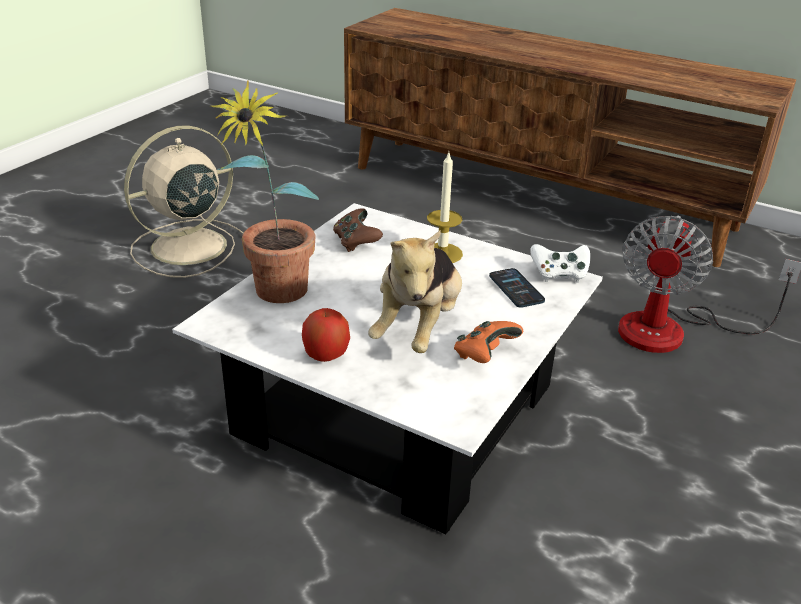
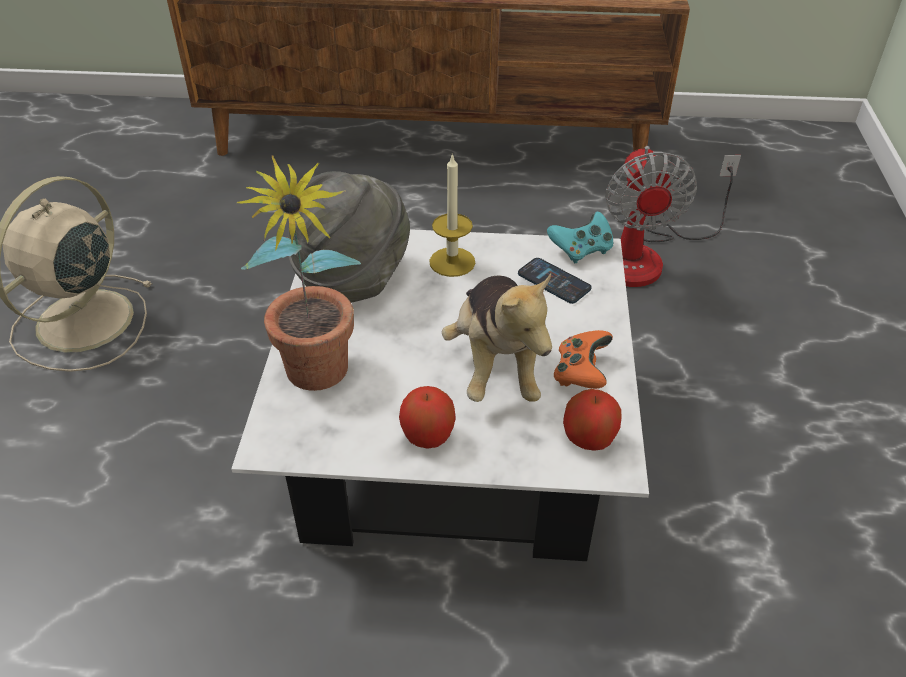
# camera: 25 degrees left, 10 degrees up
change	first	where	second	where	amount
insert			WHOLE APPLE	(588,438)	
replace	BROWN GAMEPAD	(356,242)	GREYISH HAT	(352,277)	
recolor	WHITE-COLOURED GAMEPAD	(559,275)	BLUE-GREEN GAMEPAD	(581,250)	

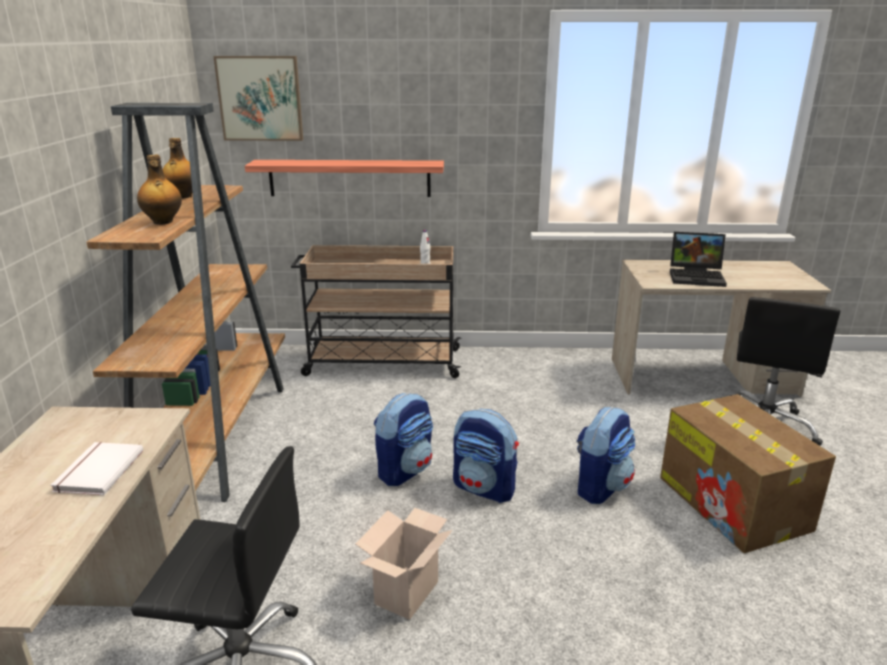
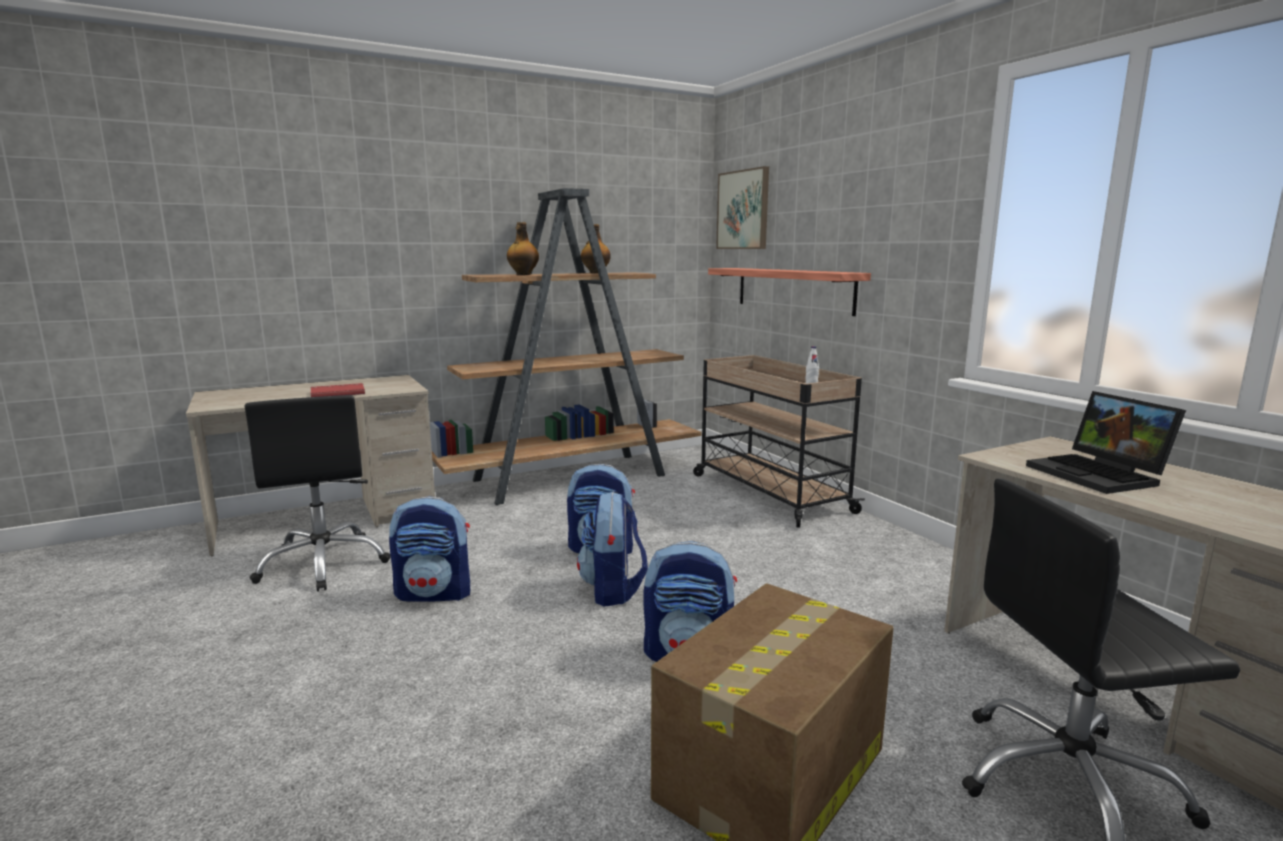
# camera: 60 degrees right, 10 degrees down
change	first	where	second	where	amount
replace	PACKING BOX	(406,590)	BACKPACK	(435,593)	
recolor	WHITE-COLOURED BOUND BOOK	(97,471)	RED-COLOURED BOUND BOOK	(337,393)	

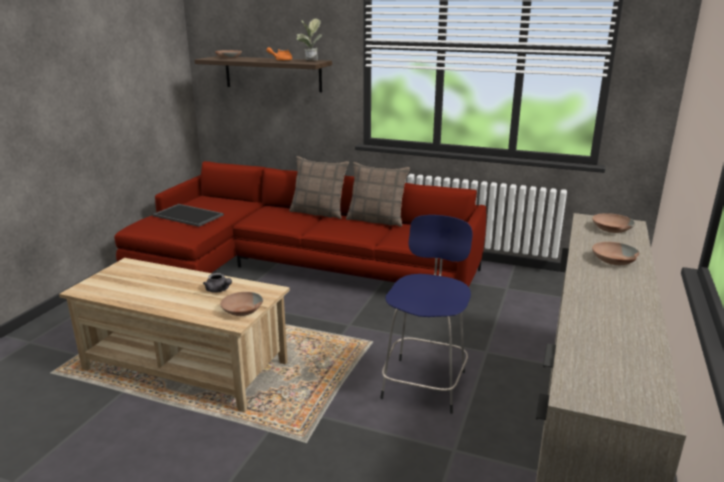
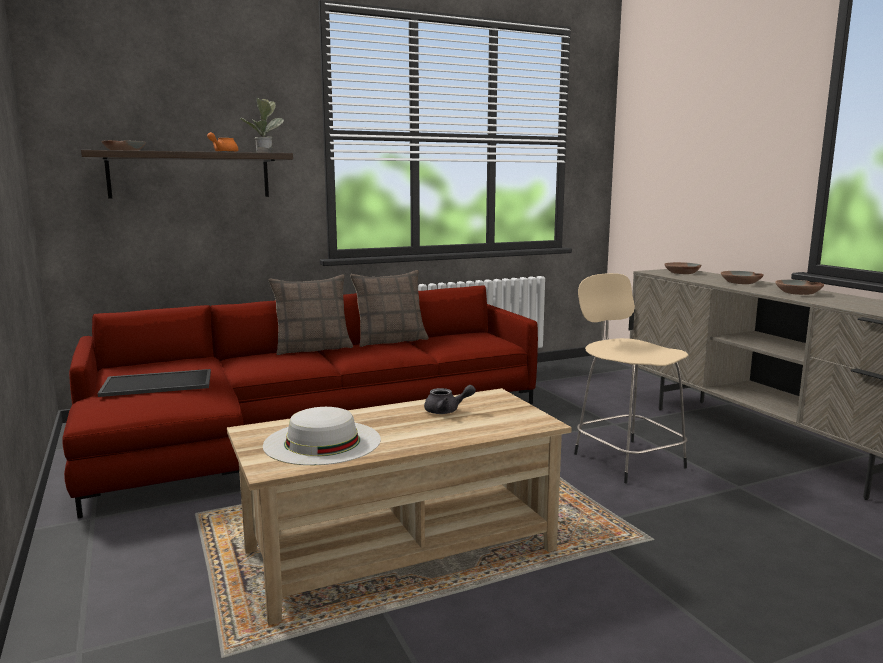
# camera: 45 degrees left, 10 degrees down
change	first	where	second	where	amount
insert			WHITE-COLOURED HAT	(322,442)	
move	BROWN SERVING BOWL	(241,310)		(798,293)	
recolor	BLUE-COLOURED STOOL SEAT	(425,382)	BEIGE STOOL SEAT	(626,459)	

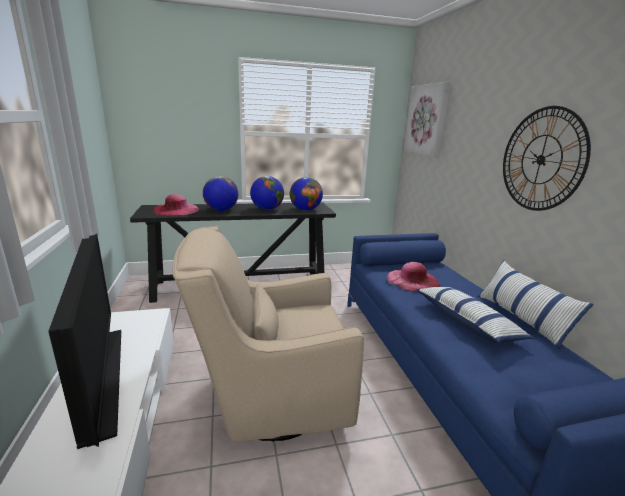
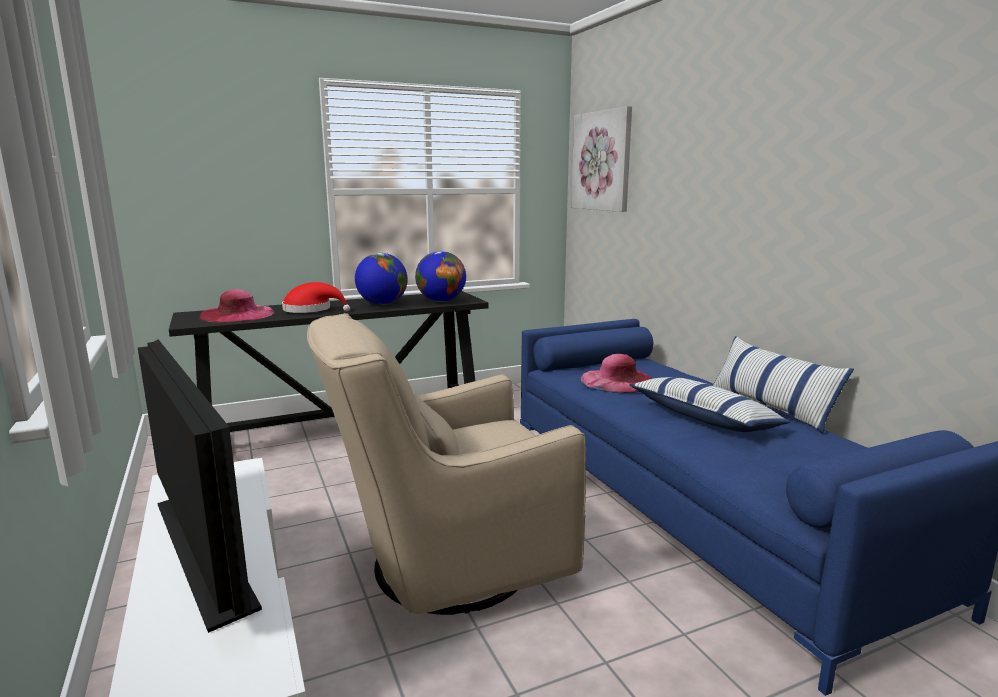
# camera: 10 degrees left, 5 degrees down
change	first	where	second	where	amount
delete	HANGING CLOCK	(541,159)			
replace	DESK GLOBE	(221,210)	RED-COLOURED HAT	(311,310)	

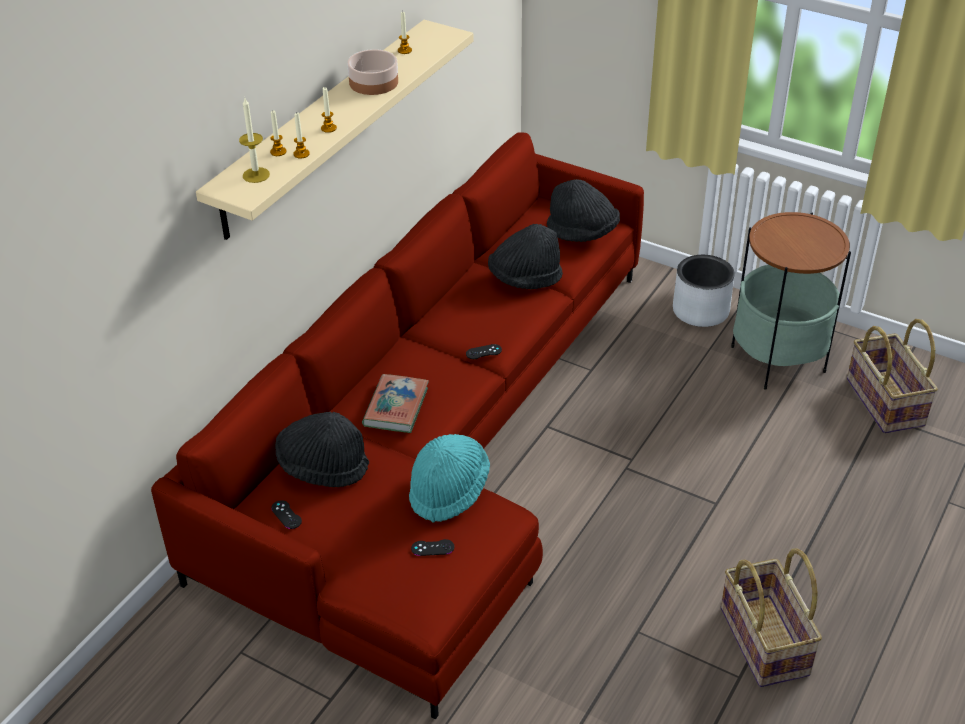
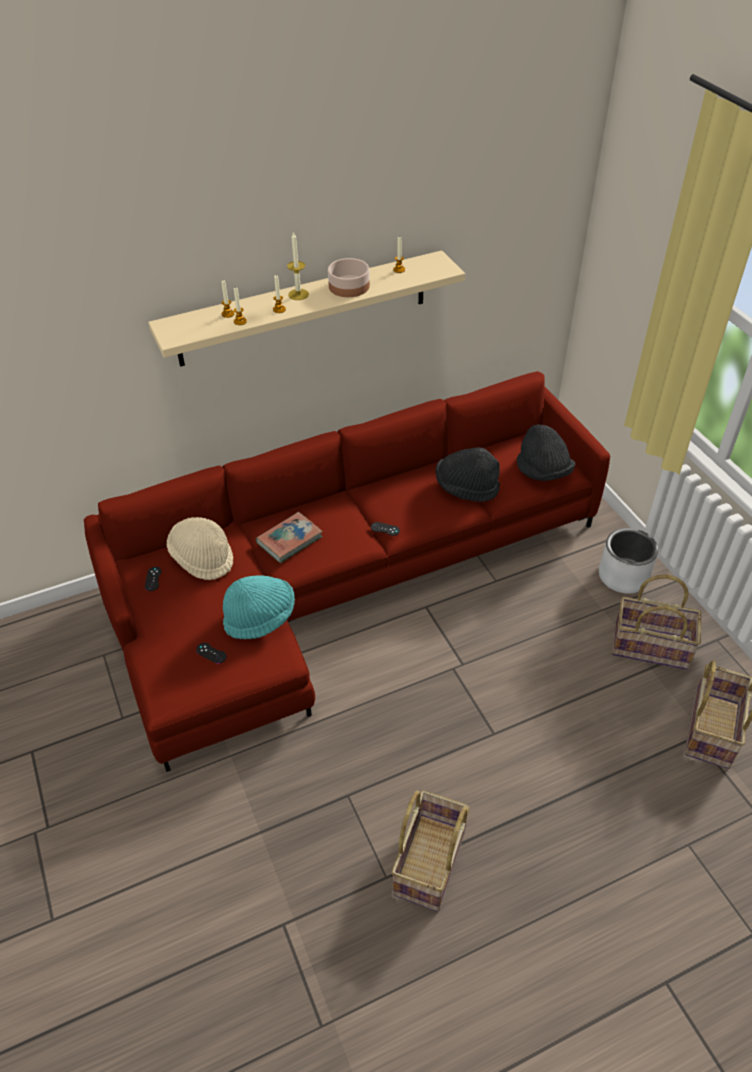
# camera: 35 degrees right, 5 degrees up
change	first	where	second	where	amount
move	WAX LIGHT	(256,175)		(298,294)	
replace	END TABLE	(778,359)	HOUSEHOLD BASKET	(651,646)	
recolor	BLACKISH HAT	(323,467)	BEIGE HAT	(203,558)	

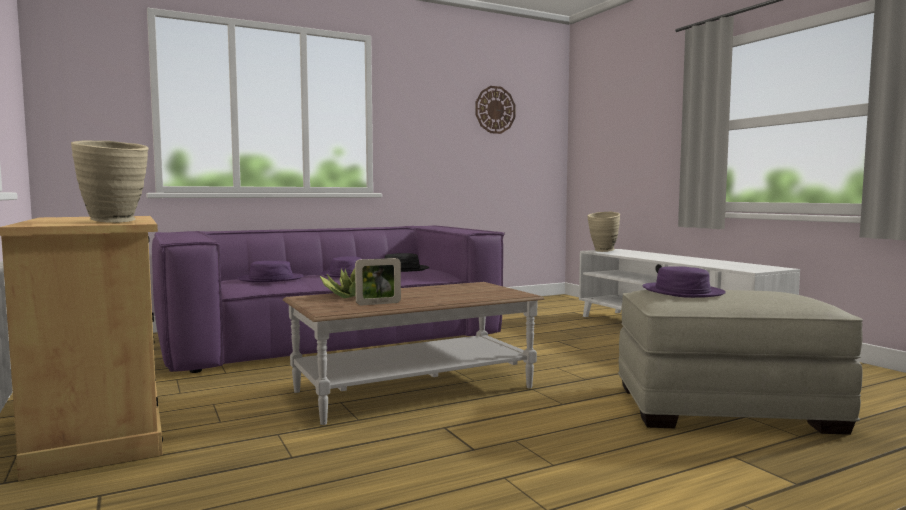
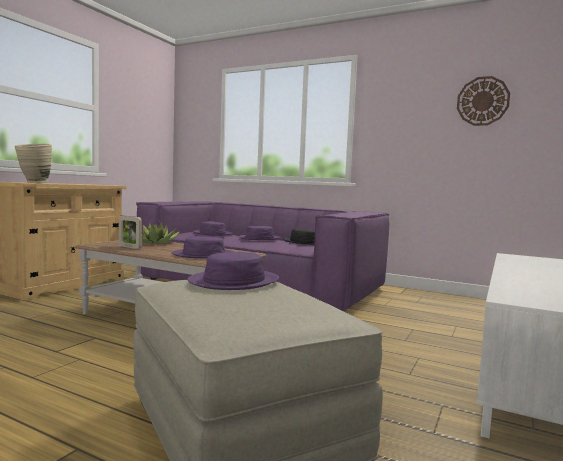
# camera: 55 degrees right, 0 degrees up
change	first	where	second	where	amount
delete	BEIGE VASE	(603,251)			
insert			PURPLISH HAT	(204,255)	

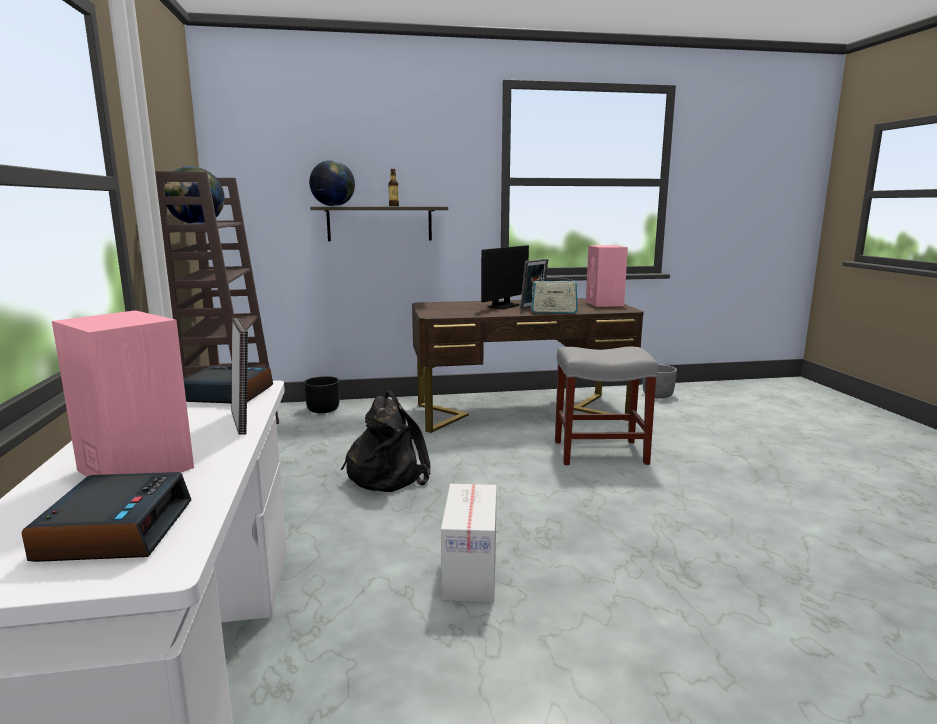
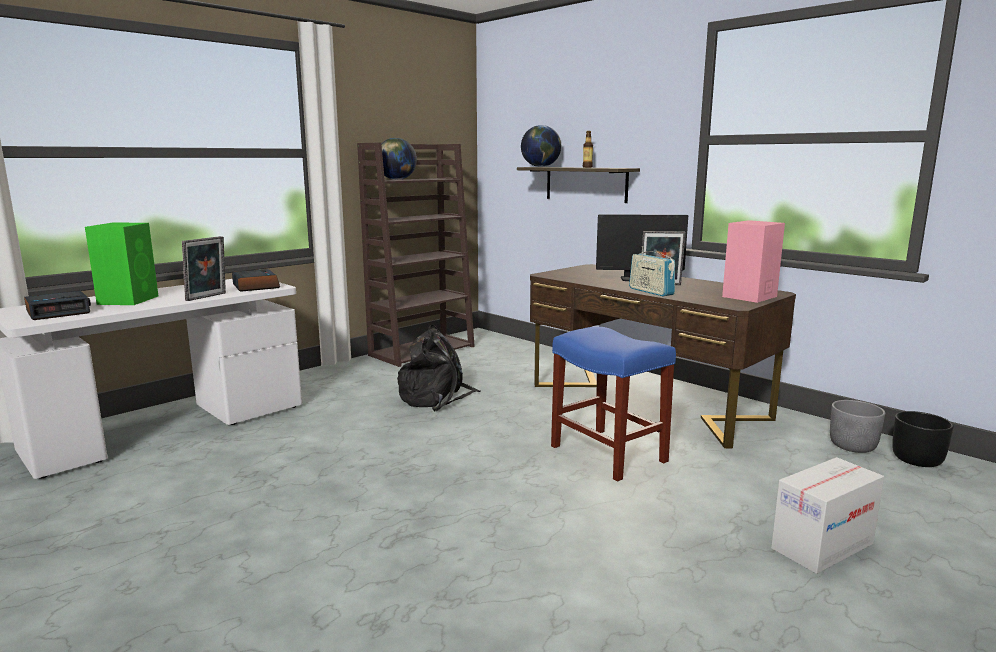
# camera: 55 degrees right, 0 degrees up
change	first	where	second	where	amount
move	BLACKISH FLOWER POT	(323,410)		(917,460)	
move	PACKING BOX	(470,572)		(822,546)	
recolor	PINK SPEAKER	(134,468)	GREEN SPEAKER	(129,300)	
recolor	GREYISH STOOL SEAT	(598,452)	BLUE-COLOURED STOOL SEAT	(606,453)	

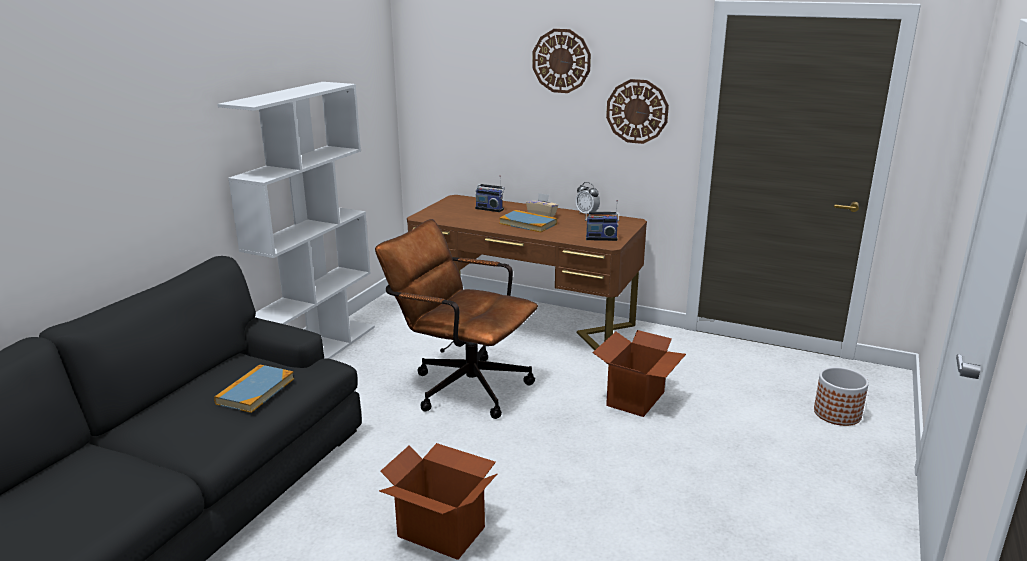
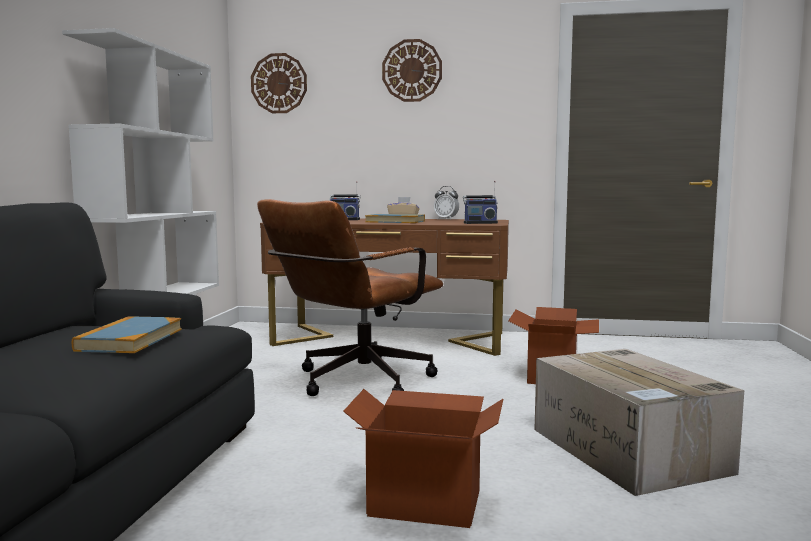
# camera: 15 degrees left, 15 degrees down
change	first	where	second	where	amount
delete	FLOWER POT	(837,414)			
insert			PACKING BOX	(630,451)	
move	HANGING CLOCK	(637,111)		(279,83)	
rotate	BROWN COMPUTER CHAIR	(461,385)		(354,383)	60 degrees counterclockwise

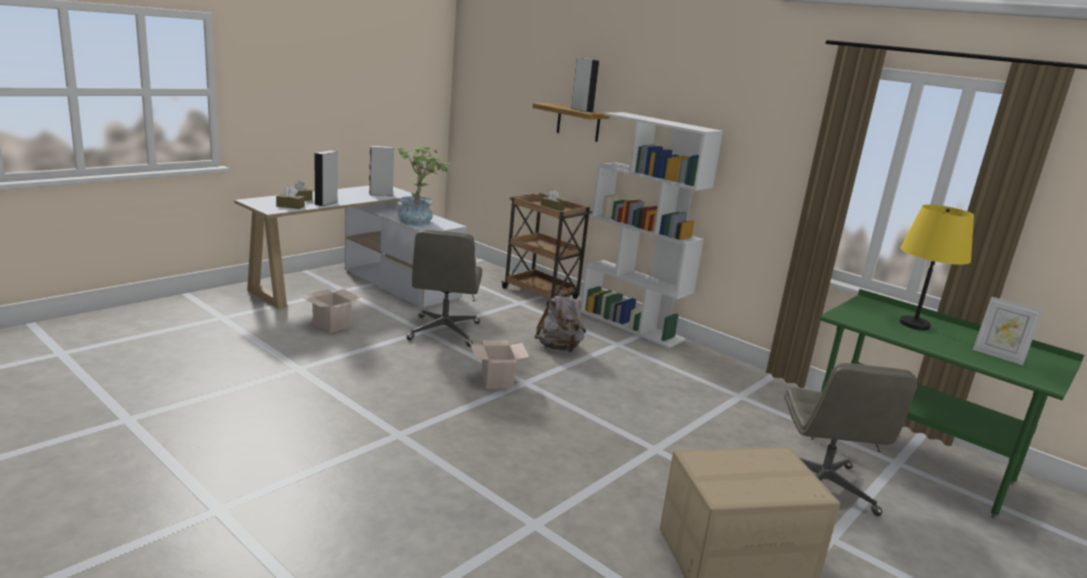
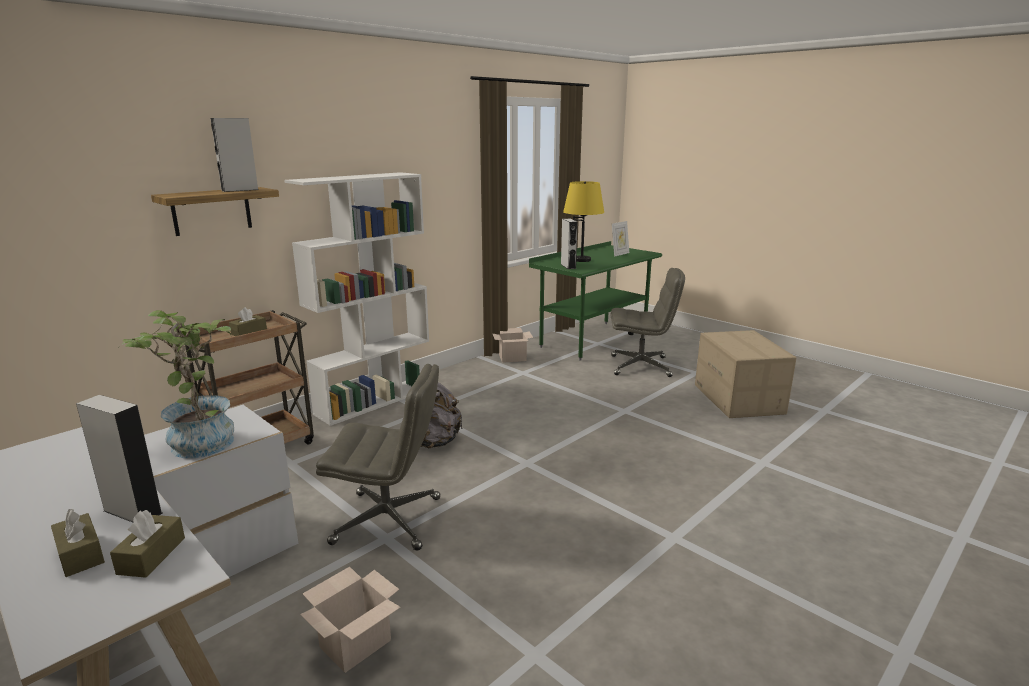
# camera: 85 degrees left, 0 degrees up
change	first	where	second	where	amount
move	GREYISH SPEAKER	(381,194)		(568,266)	
move	PACKING BOX	(496,380)		(512,358)	

